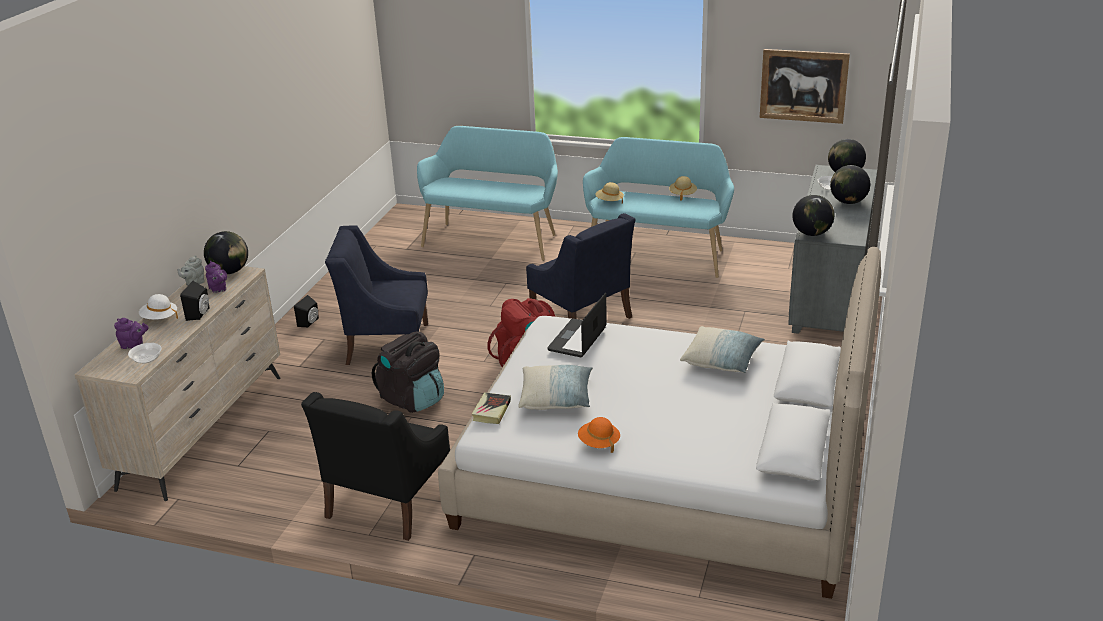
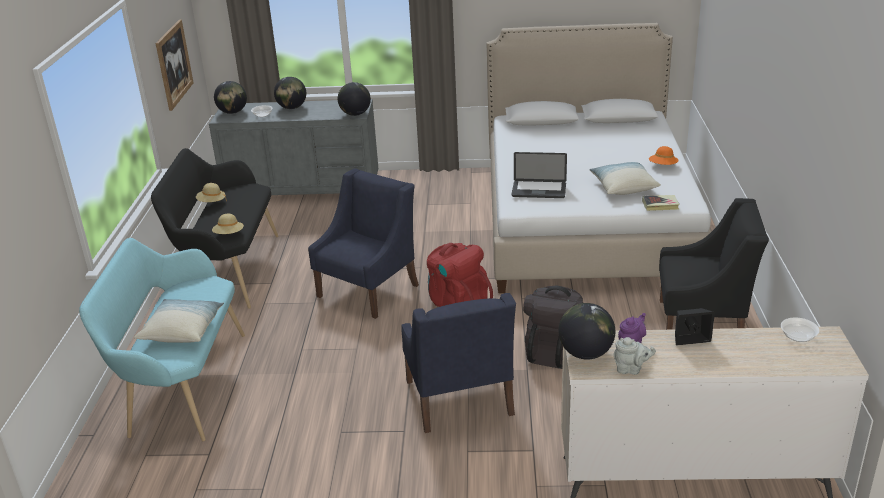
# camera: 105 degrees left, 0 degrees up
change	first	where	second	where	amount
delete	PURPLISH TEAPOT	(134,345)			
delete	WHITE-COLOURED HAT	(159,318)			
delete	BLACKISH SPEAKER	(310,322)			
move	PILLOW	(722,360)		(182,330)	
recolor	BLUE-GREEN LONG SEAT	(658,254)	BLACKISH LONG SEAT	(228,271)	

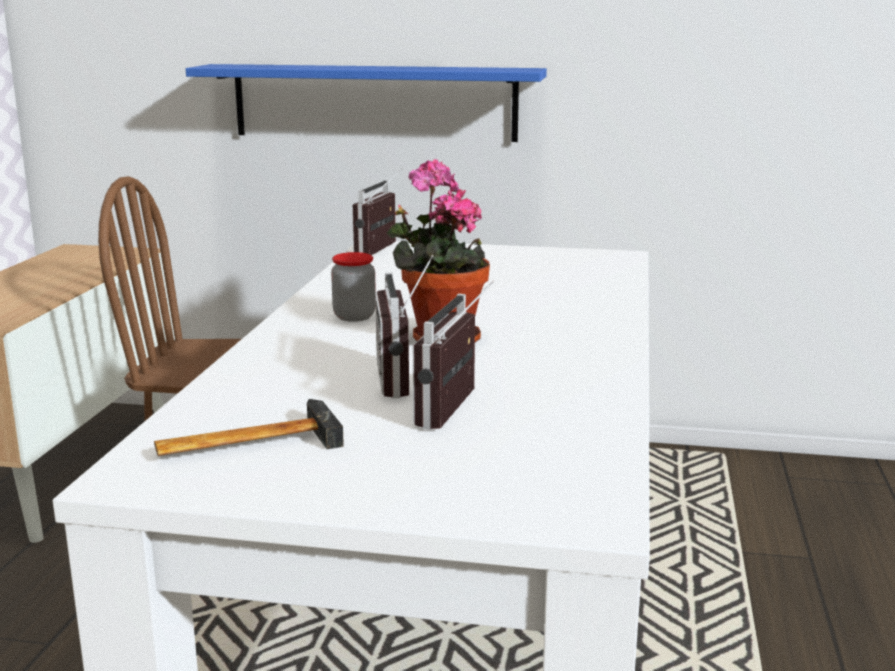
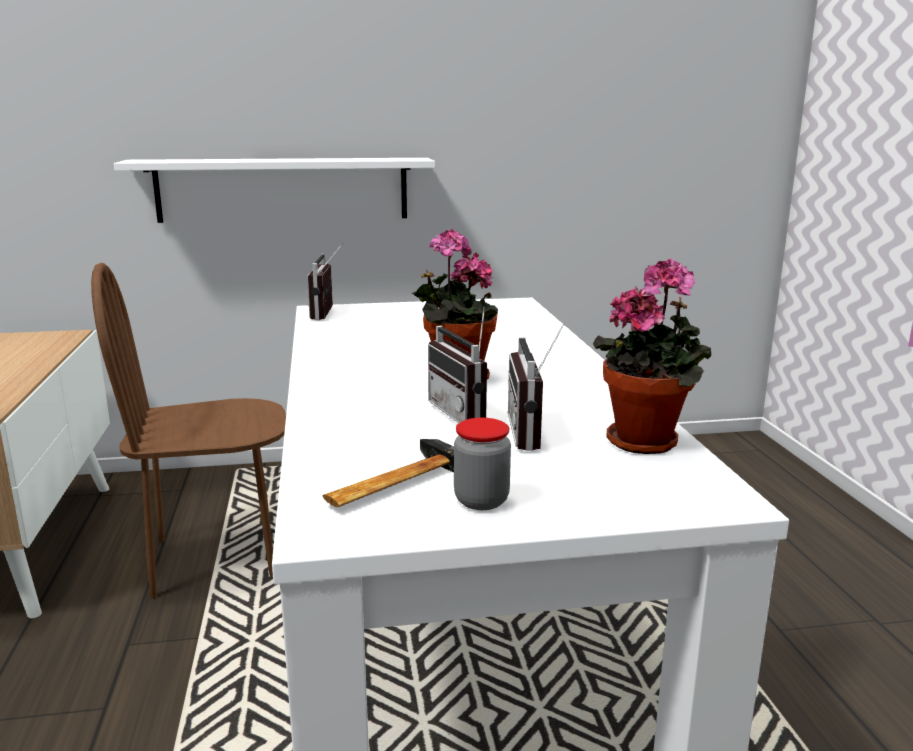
# camera: 20 degrees left, 0 degrees up
change	first	where	second	where	amount
insert			HOUSEPLANT	(647,440)	
move	PRESERVE JAR	(354,316)		(481,500)	
recolor	BLUE-COLOURED BRACKET SHELF	(374,102)	WHITE-COLOURED BRACKET SHELF	(283,189)	

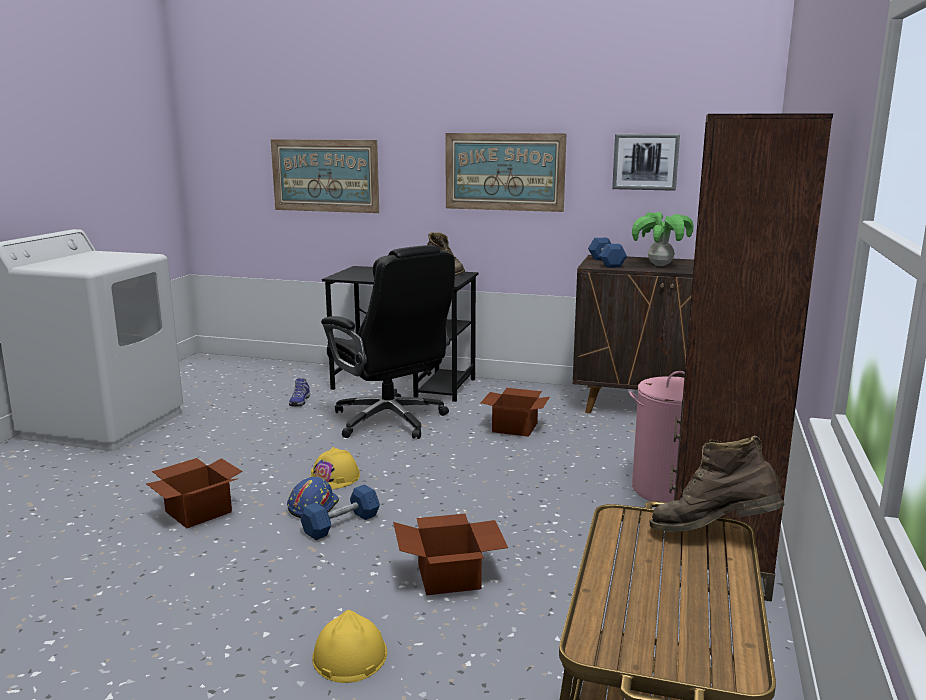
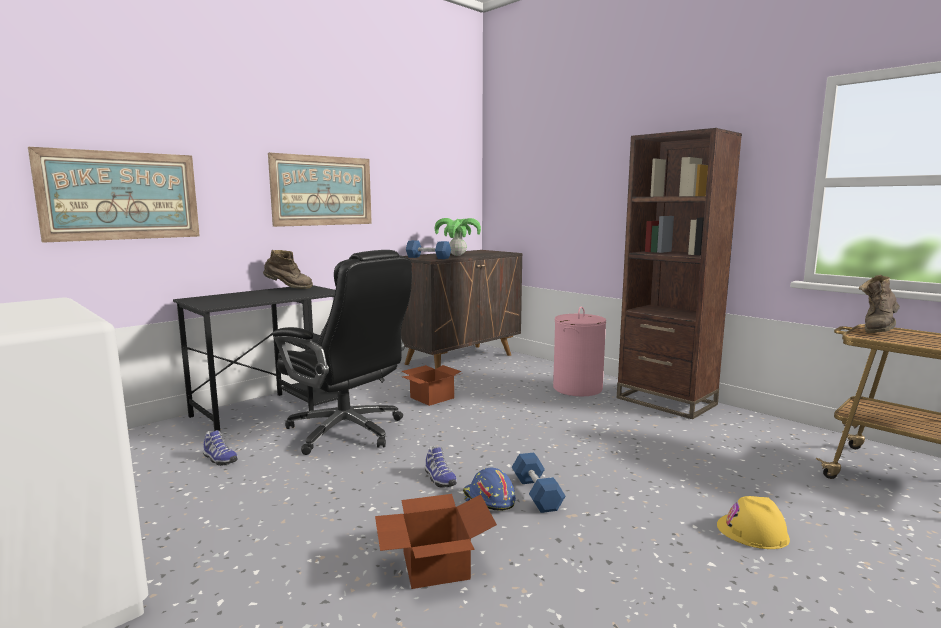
# camera: 60 degrees left, 5 degrees down
change	first	where	second	where	amount
delete	PACKING BOX	(451,577)			
delete	PICTURE	(645,161)			
replace	YELLOW SAFETY HELMET	(334,478)	SHOE	(439,478)	
rotate	BLACKISH COMPUTER CHAIR	(390,421)		(347,431)	45 degrees clockwise

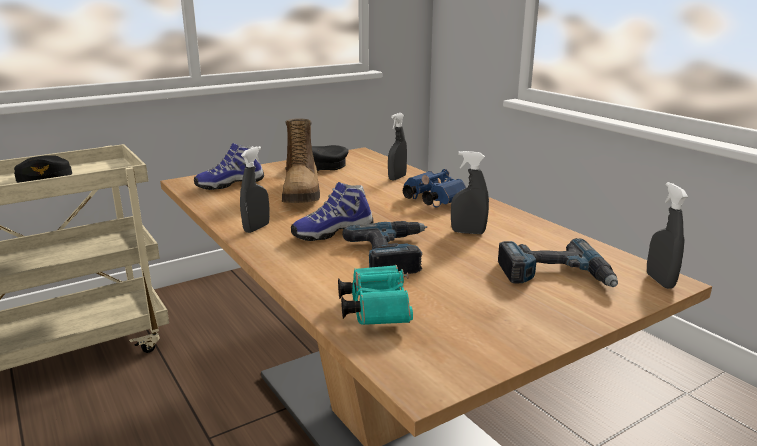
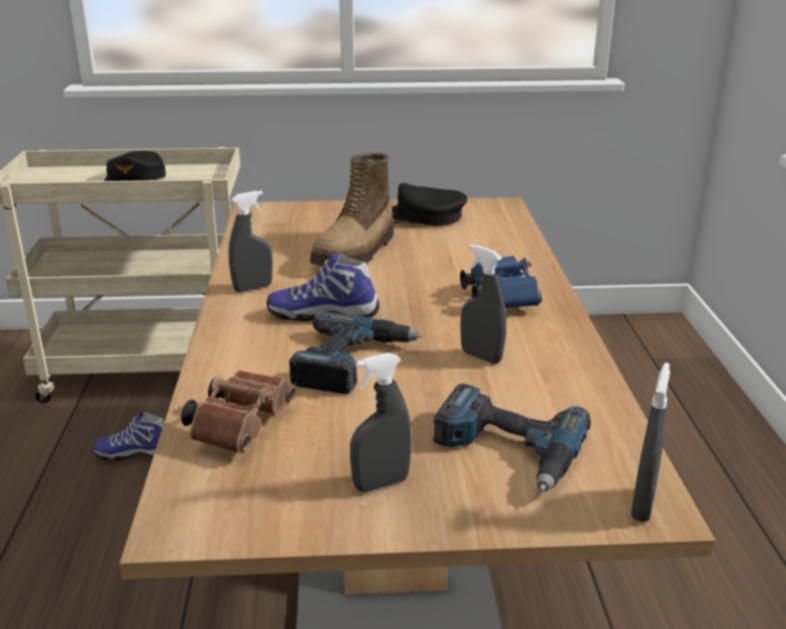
# camera: 30 degrees right, 5 degrees up
change	first	where	second	where	amount
move	SHOE	(229,184)		(136,452)	
move	GREYISH HAND SPRAYER	(397,178)		(381,483)	
recolor	BLUE-GREEN FIELD GLASSES	(375,310)	BROWN FIELD GLASSES	(242,425)	

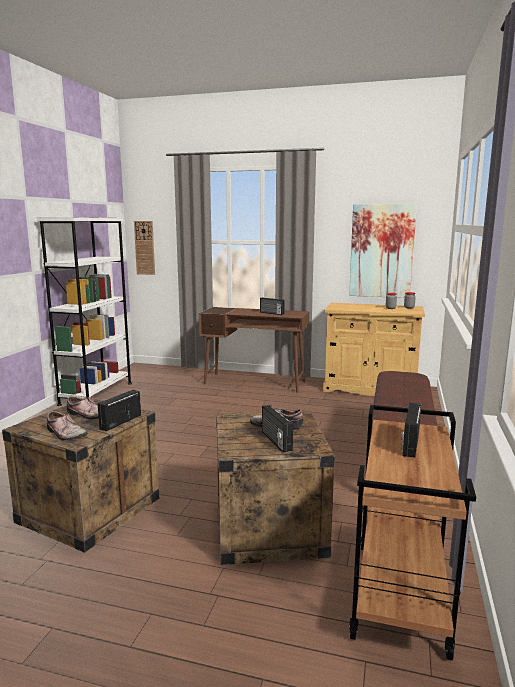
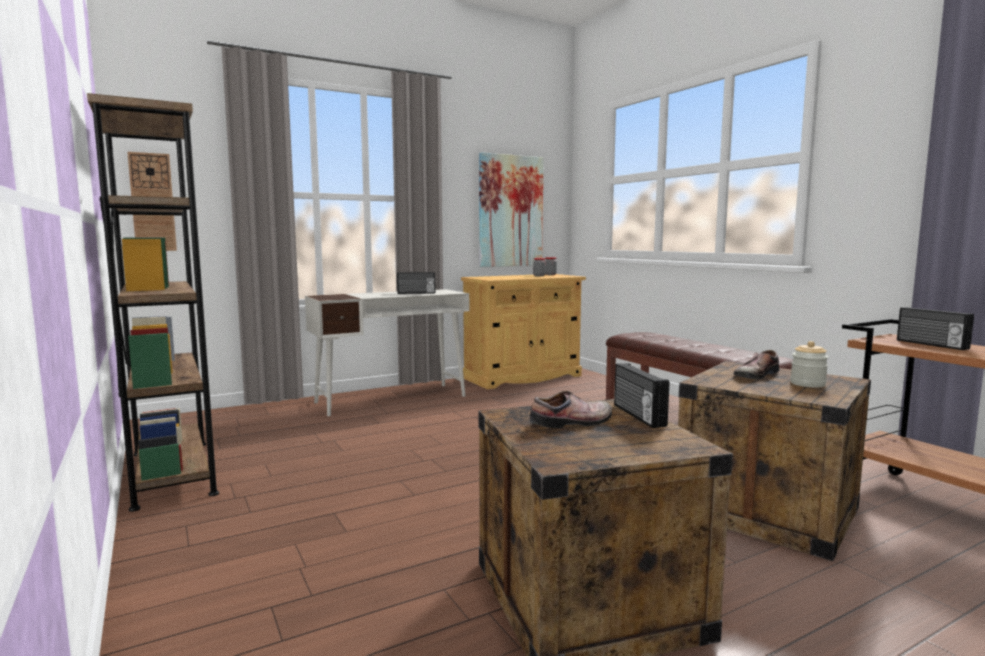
# camera: 45 degrees left, 5 degrees down
change	first	where	second	where	amount
delete	SHOE	(65,434)			
replace	RADIO RECEIVER	(275,441)	PRESERVE JAR	(807,384)	
recolor	WHITE-COLOURED SHELVING UNIT	(96,393)	BROWN SHELVING UNIT	(172,472)	
recolor	BROWN DESK TABLE	(255,382)	WHITE-COLOURED DESK TABLE	(392,399)	

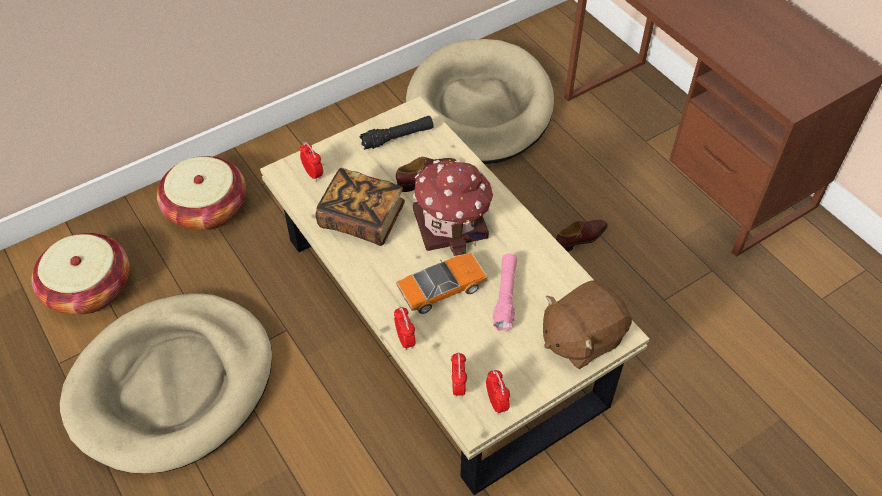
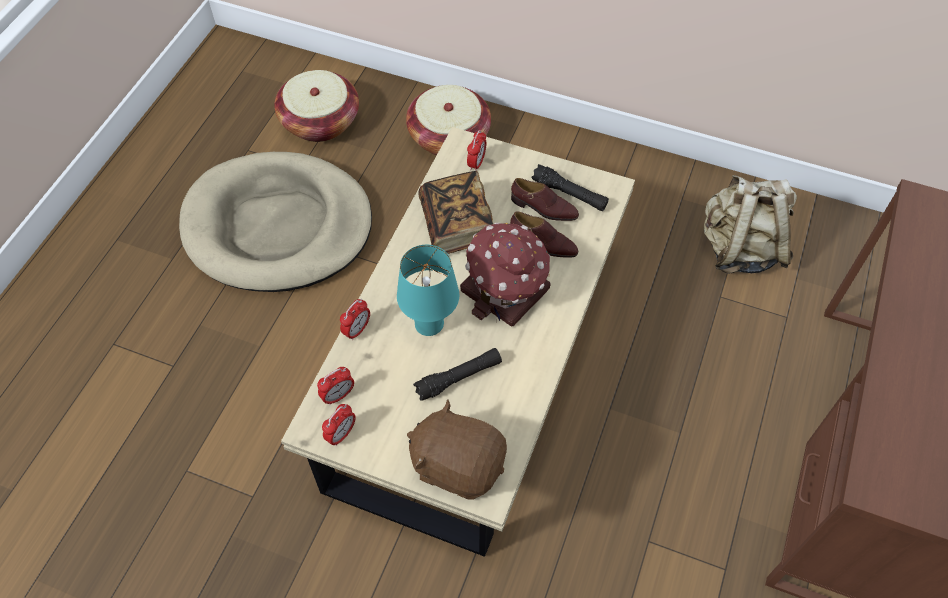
# camera: 55 degrees right, 5 degrees up
change	first	where	second	where	amount
move	BROWN SHOE	(581,238)		(544,208)	
replace	TOY CAR	(442,288)	BLUE-GREEN TABLE LAMP	(430,325)	
replace	BEIGE DOG CUSHION	(479,107)	BEIGE BACKPACK	(739,249)	
recolor	PINK FLASHLIGHT	(505,296)	BLACKISH FLASHLIGHT	(458,378)	

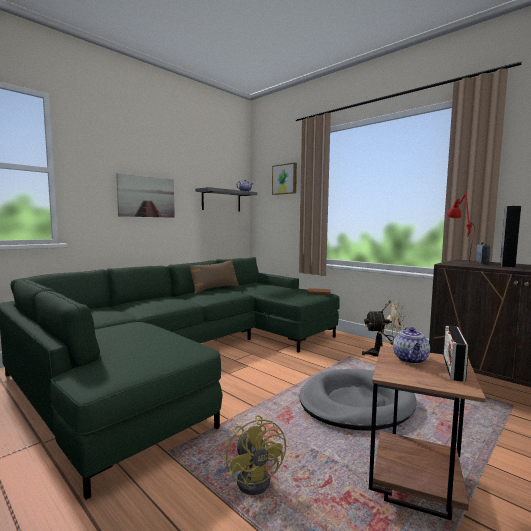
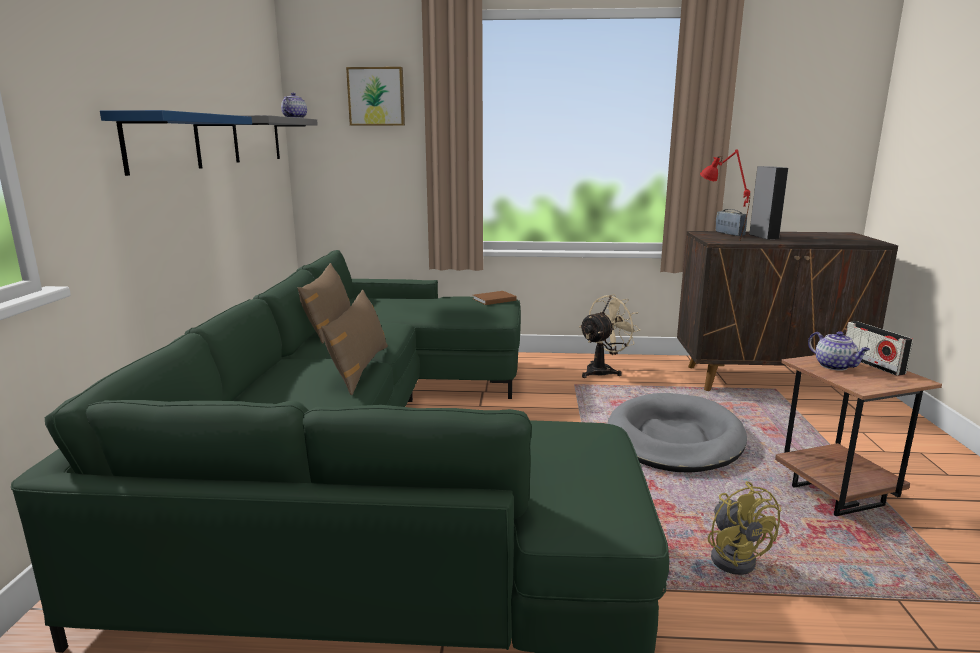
# camera: 40 degrees left, 10 degrees up
change	first	where	second	where	amount
insert			BROWN PILLOW	(359,368)	
replace	PICTURE	(146,196)	BLUE-COLOURED BRACKET SHELF	(162,143)	
rotate	YELLOW ELECTRIC FAN	(257,478)		(734,556)	45 degrees clockwise

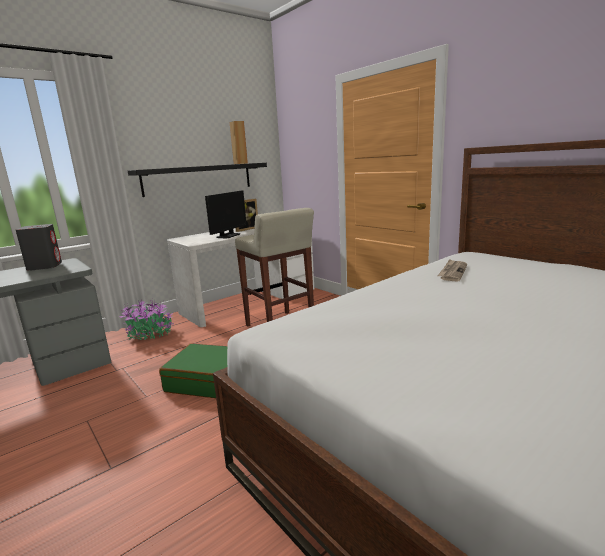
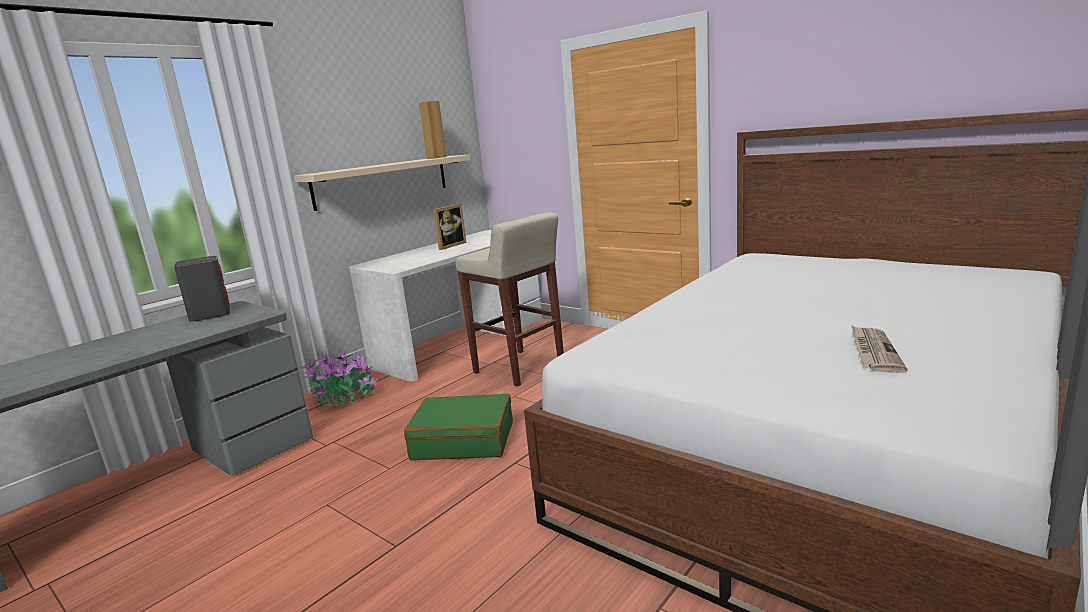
# camera: 10 degrees left, 0 degrees up
change	first	where	second	where	amount
delete	COMPUTER SCREEN	(228,236)			
move	DAILY PAPER	(452,272)		(873,351)	
recolor	BLACKISH BRACKET SHELF	(199,179)	BEIGE BRACKET SHELF	(382,181)	

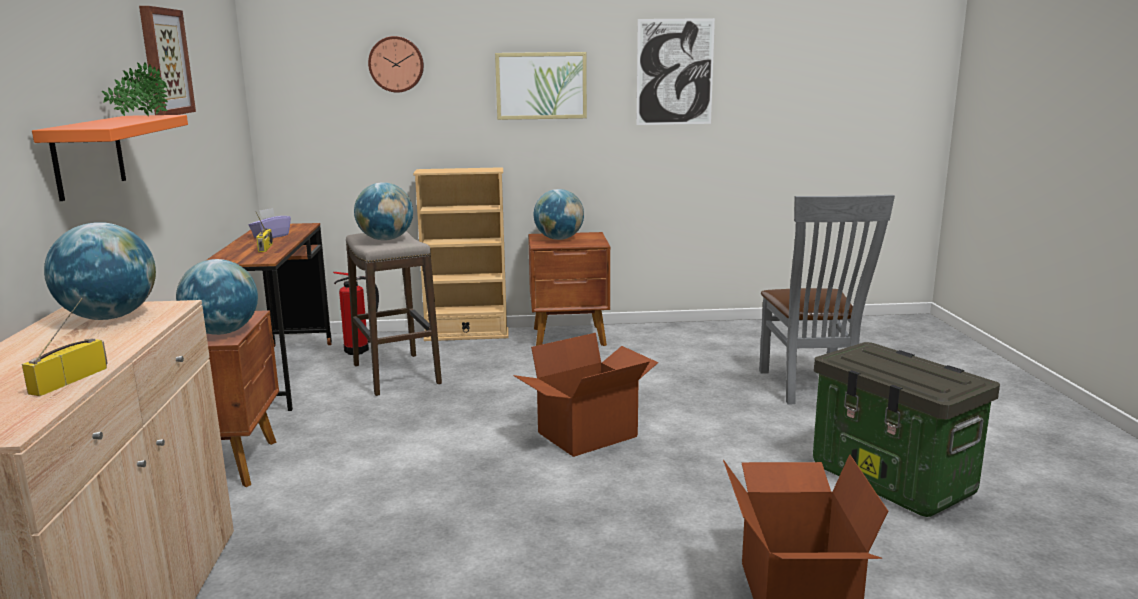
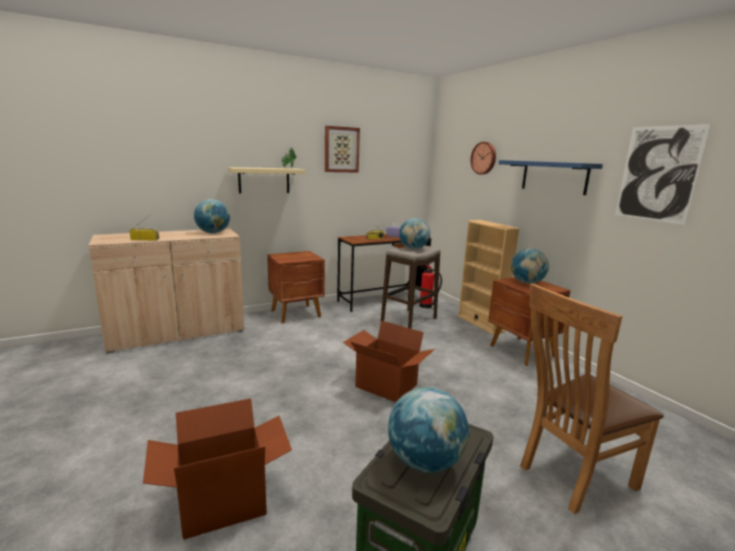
# camera: 65 degrees right, 0 degrees up
change	first	where	second	where	amount
move	DESK GLOBE	(222,332)		(425,461)	
replace	PICTURE	(541,85)	BLUE-COLOURED BRACKET SHELF	(554,177)	
recolor	ORANGEY BRACKET SHELF	(88,156)	BEIGE BRACKET SHELF	(264,180)	
recolor	GREYISH PLAIN CHAIR	(810,388)	BROWN PLAIN CHAIR	(571,476)	

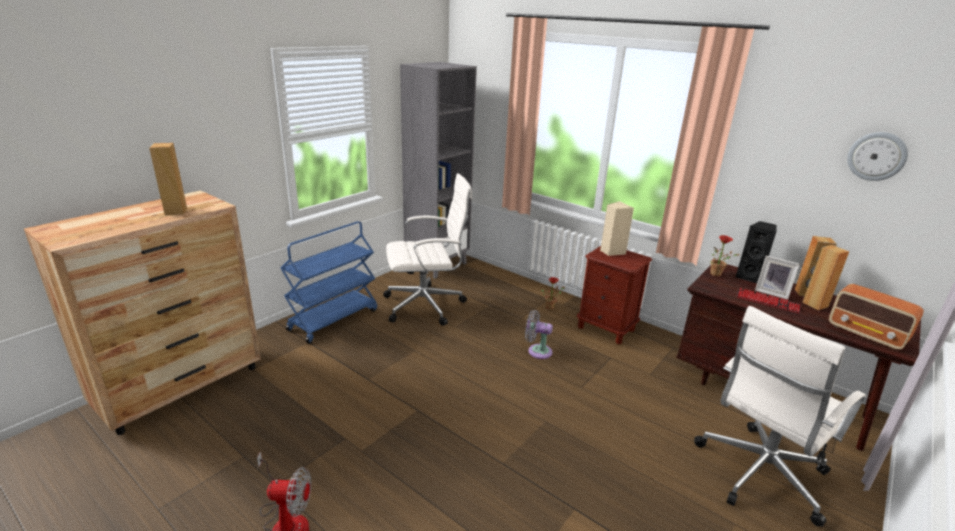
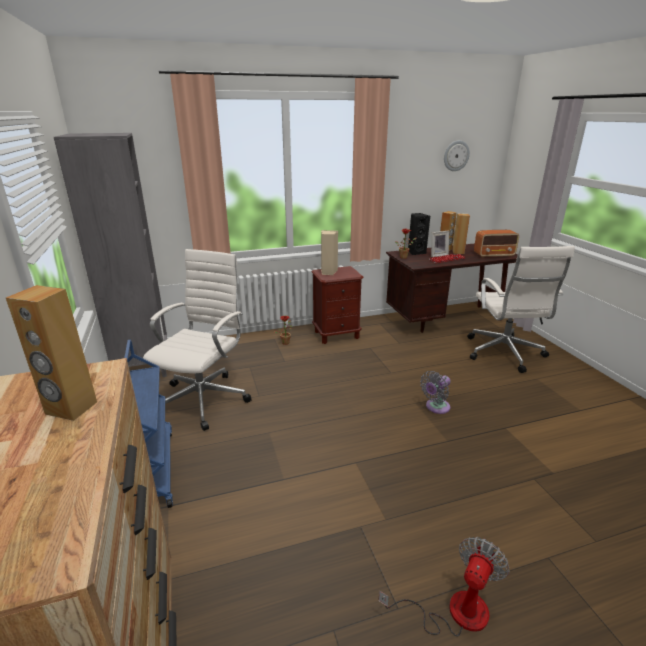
# camera: 55 degrees left, 0 degrees up
change	first	where	second	where	amount
move	GREYISH ELECTRIC FAN	(537,351)		(436,407)	

